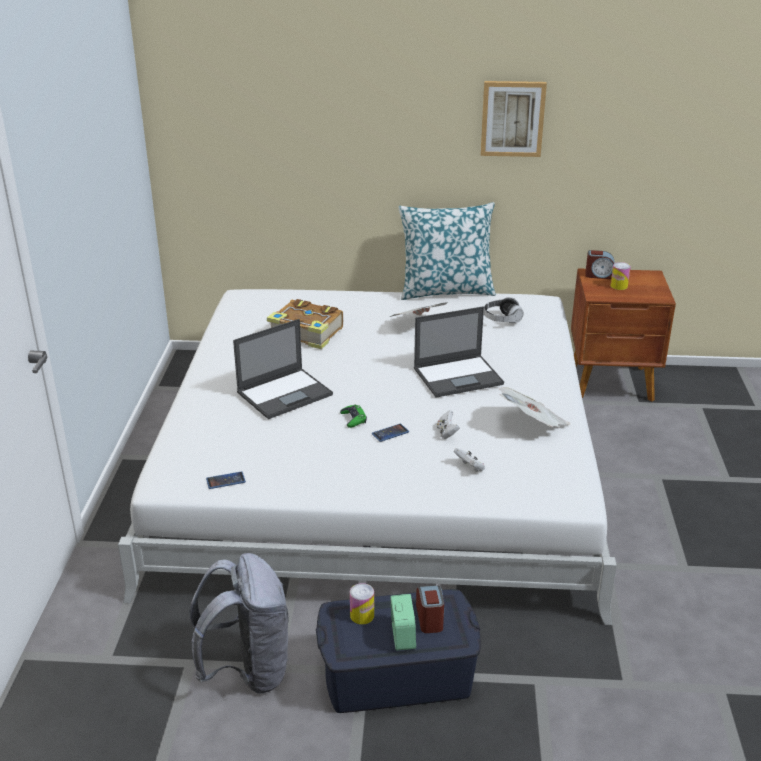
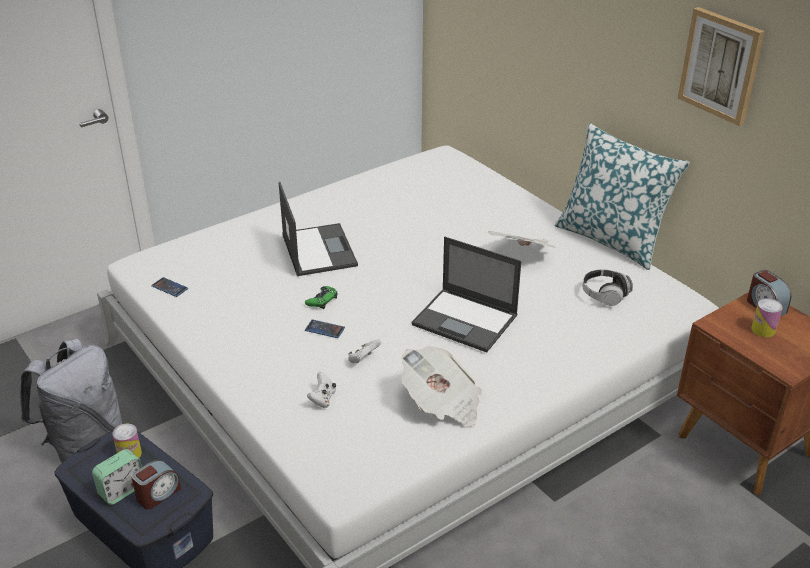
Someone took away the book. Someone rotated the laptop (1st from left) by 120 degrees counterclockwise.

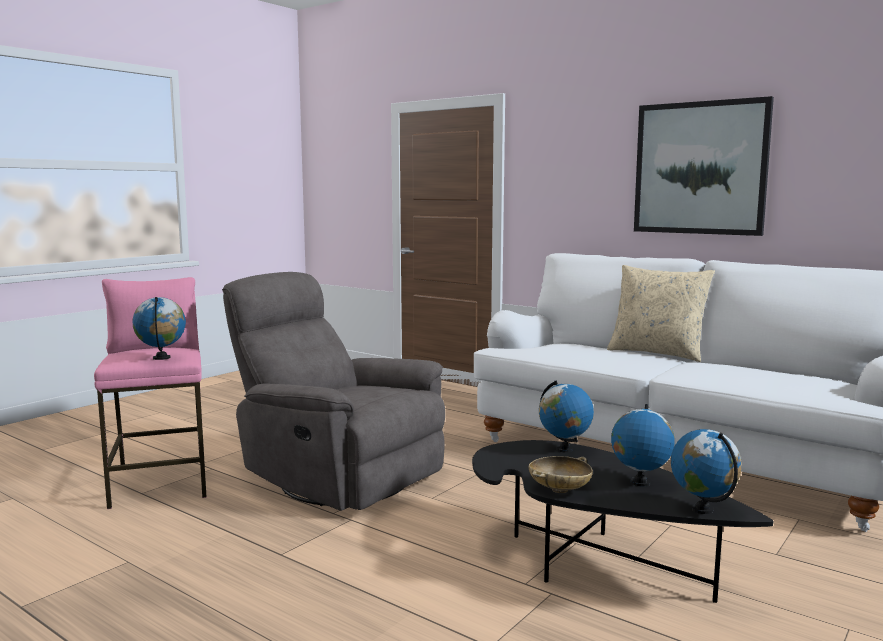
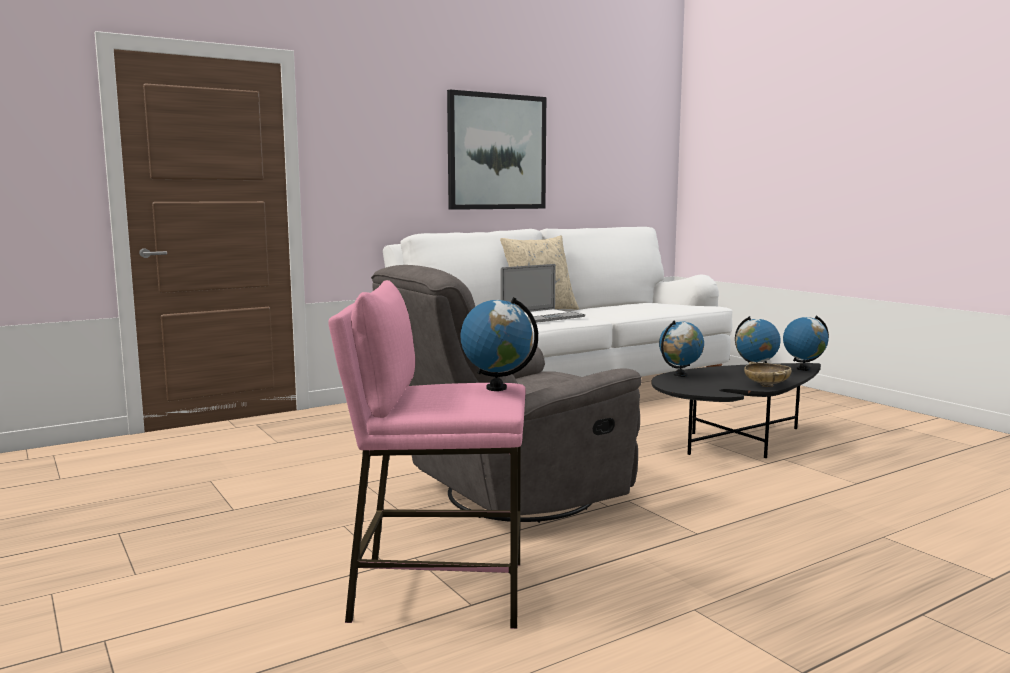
Someone put down the laptop.

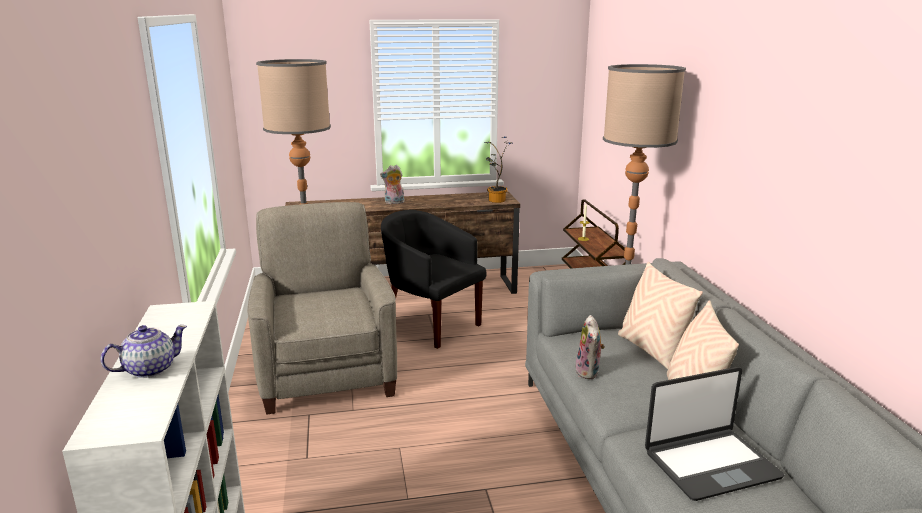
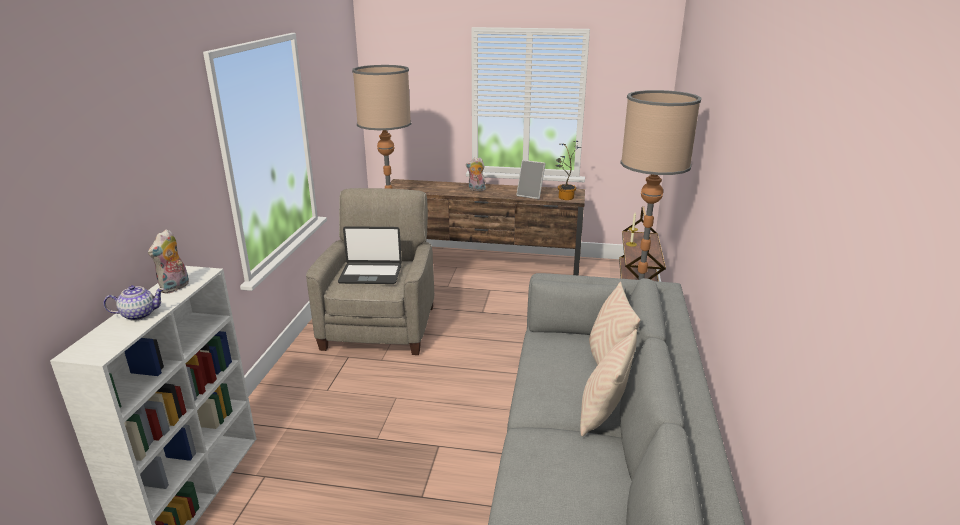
Someone took away the black armchair. Someone carried the plush toy (2nd from left in the first image). Someone carried the laptop. Someone put down the picture frame.

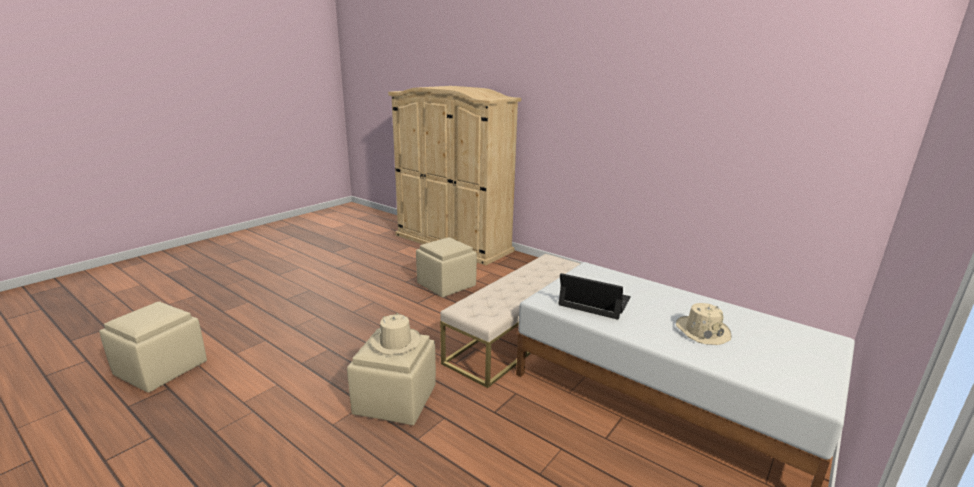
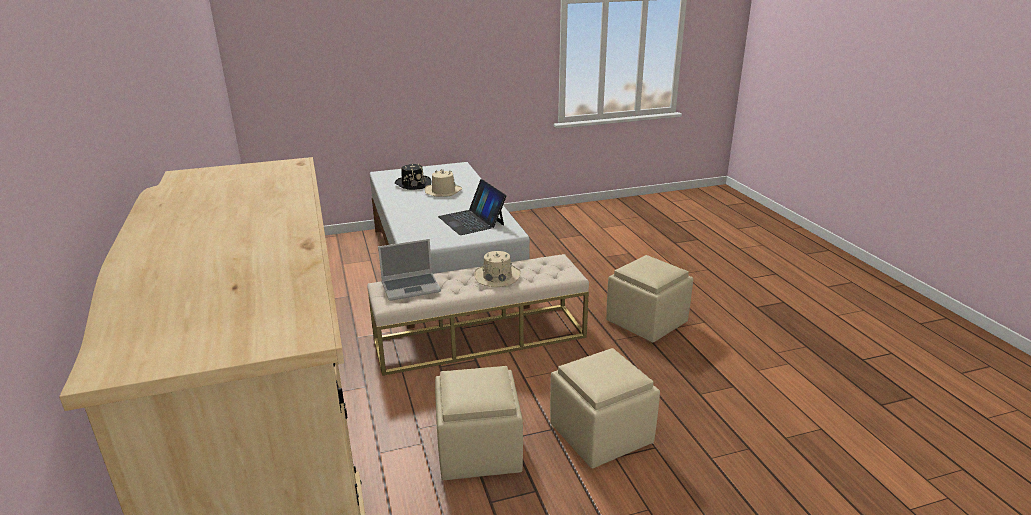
Someone carried the beige ottoman (1st from left in the first image). Someone carried the beige hat (1st from left in the first image). Someone put down the black hat. Someone put down the laptop (1st from left).

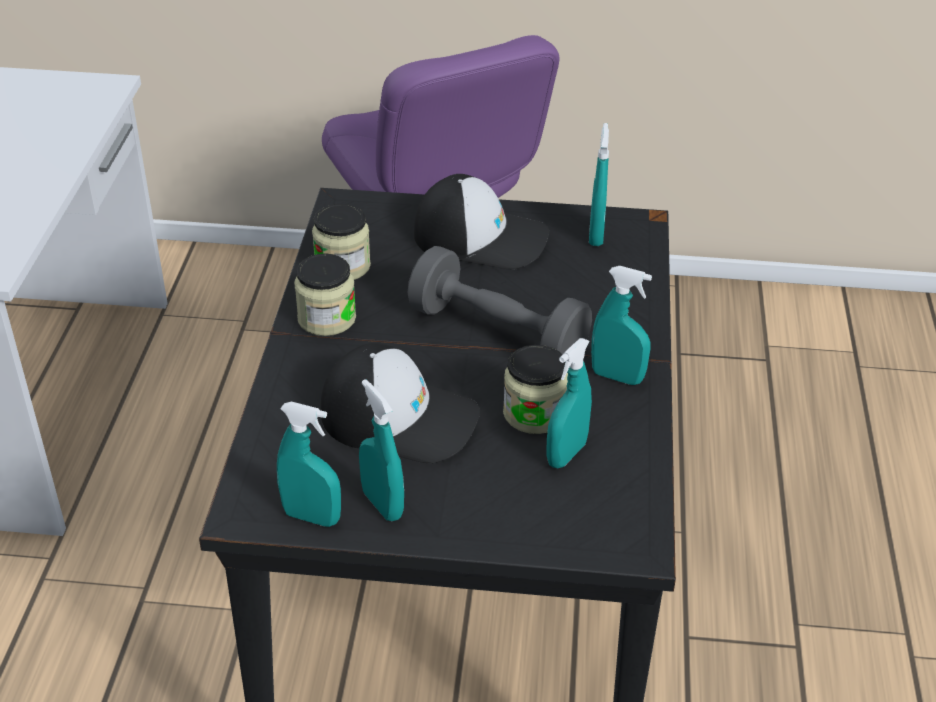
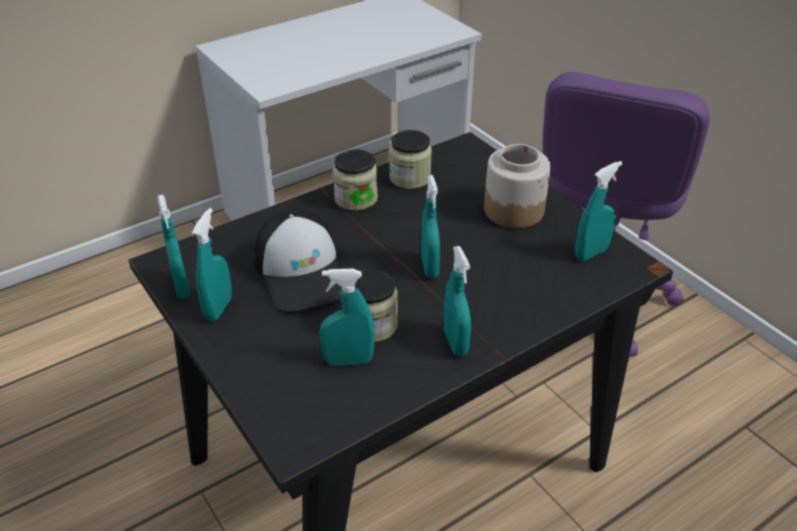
Someone swapped the cap (2nd from left) for the jar (4th from left). Someone swapped the grey dumbbell for the turquoise spray bottle (4th from left).

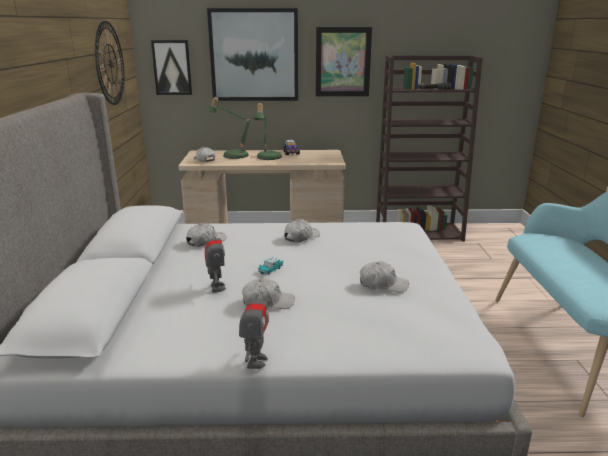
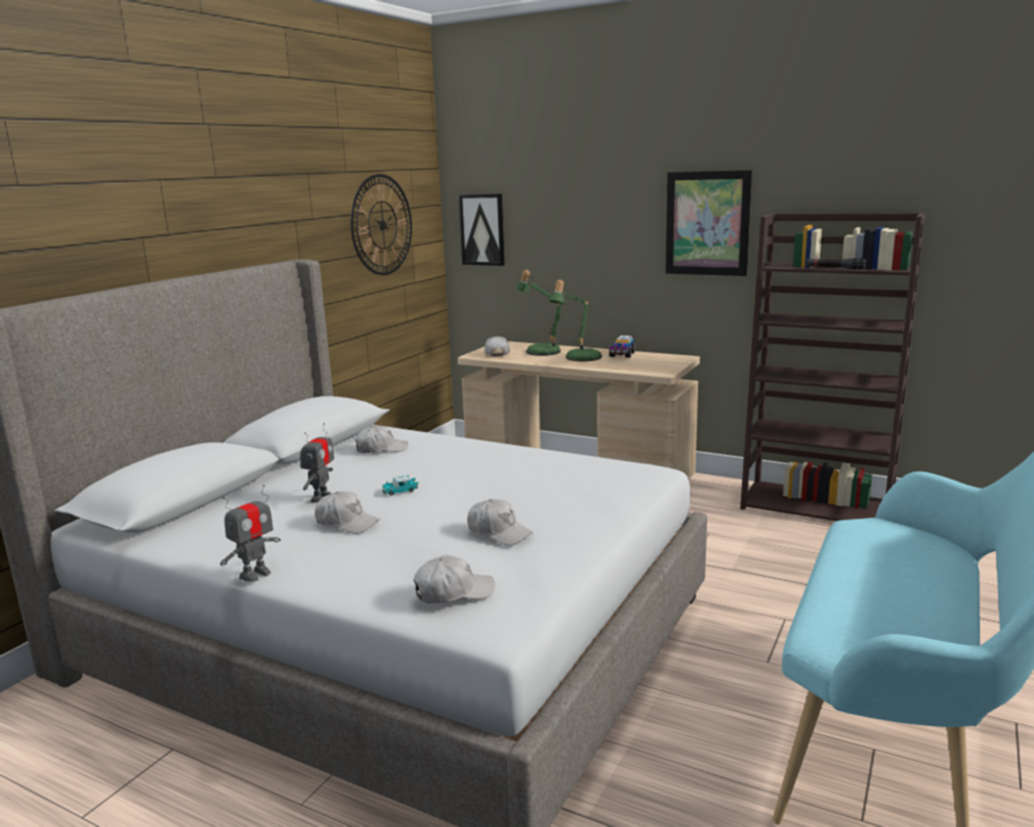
Someone took away the picture (2nd from left). Someone carried the white cap (4th from left in the first image).

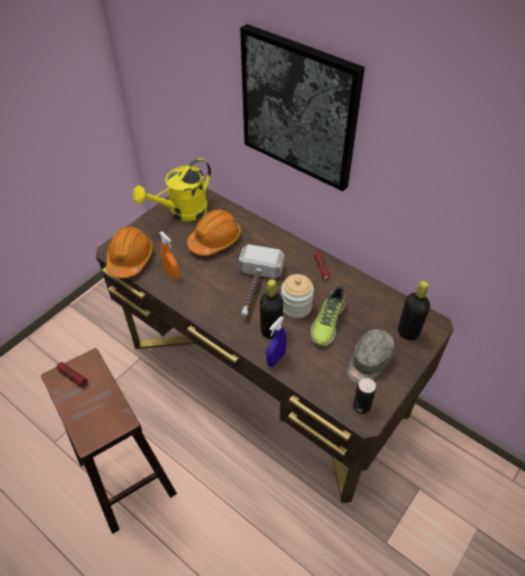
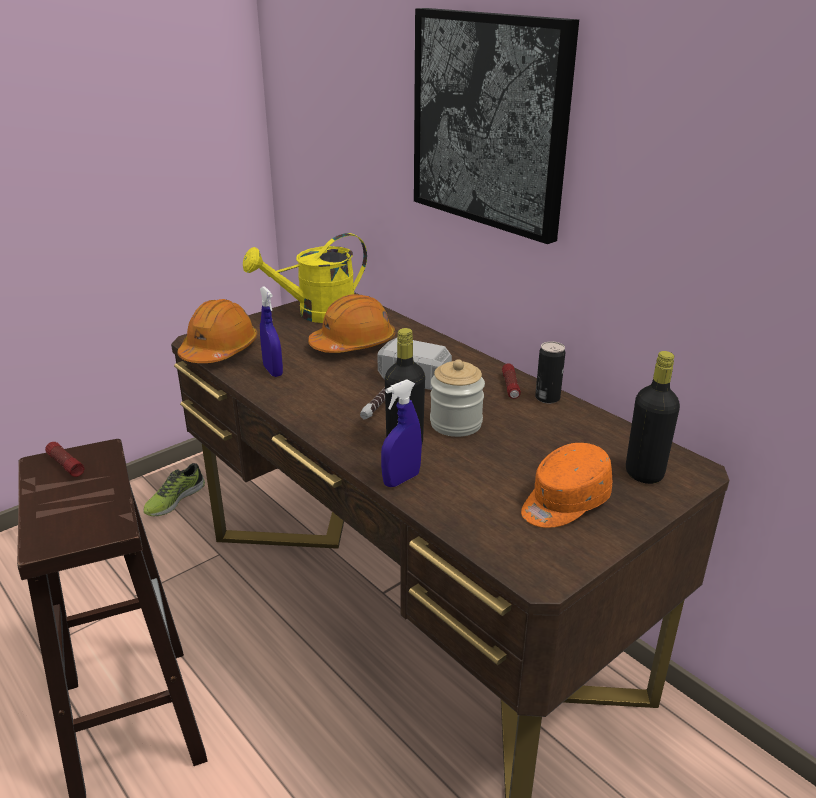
Someone repainted the orange spray bottle, which became the blue spray bottle (1st from left). Someone carried the shoe. Someone repainted the grey cap, which became the orange cap. Someone carried the can.

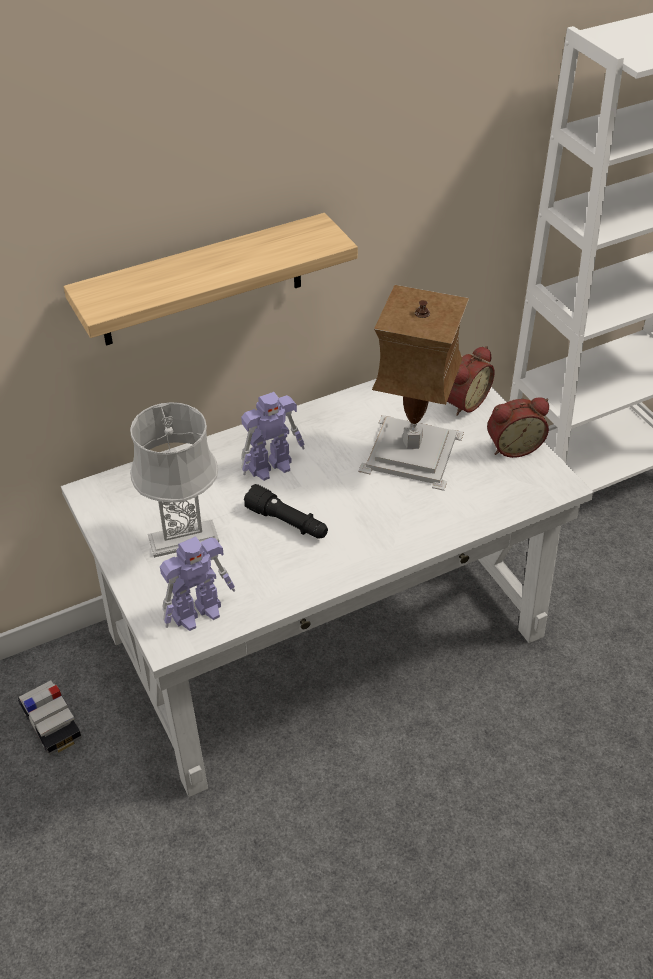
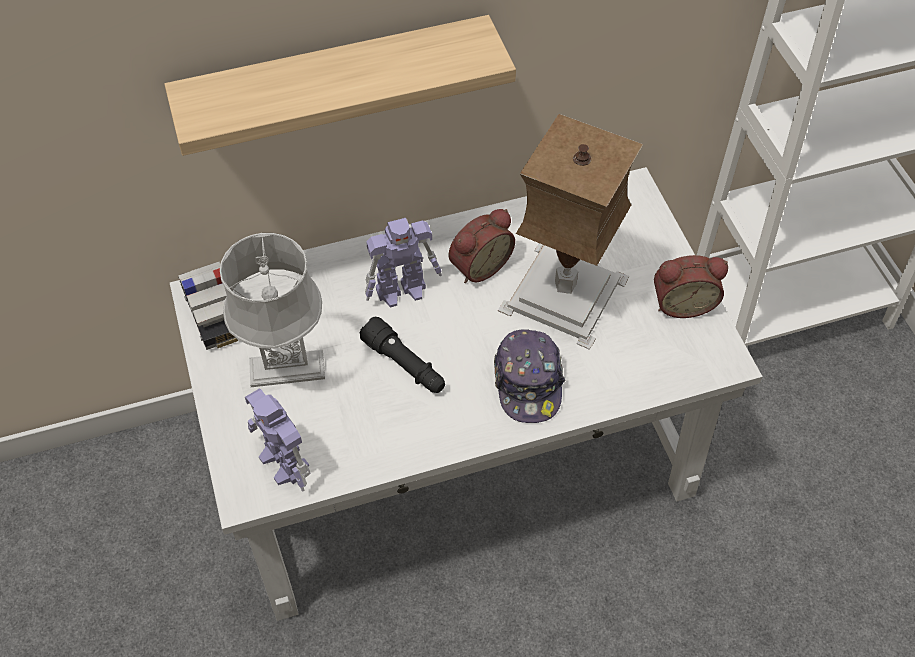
Someone carried the alarm clock (1st from left). Someone rotated the toy robot (1st from left) by 75 degrees clockwise. Someone carried the toy car. Someone put down the cap.

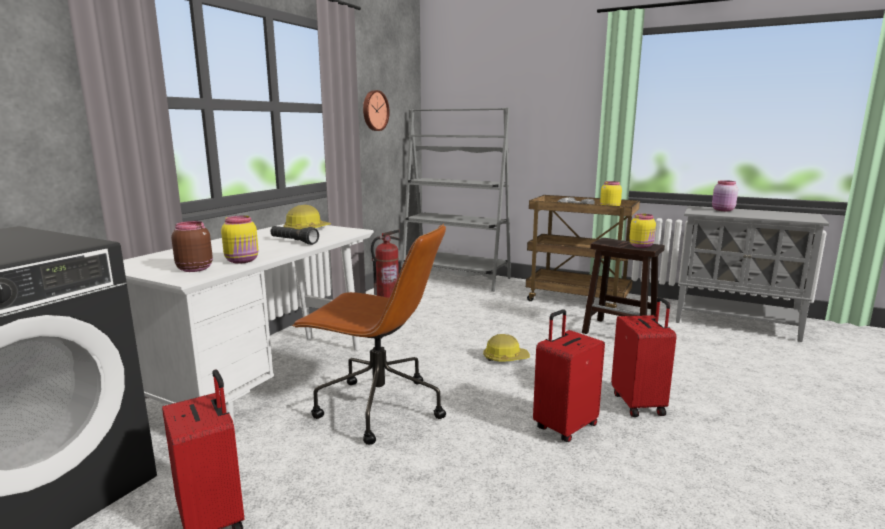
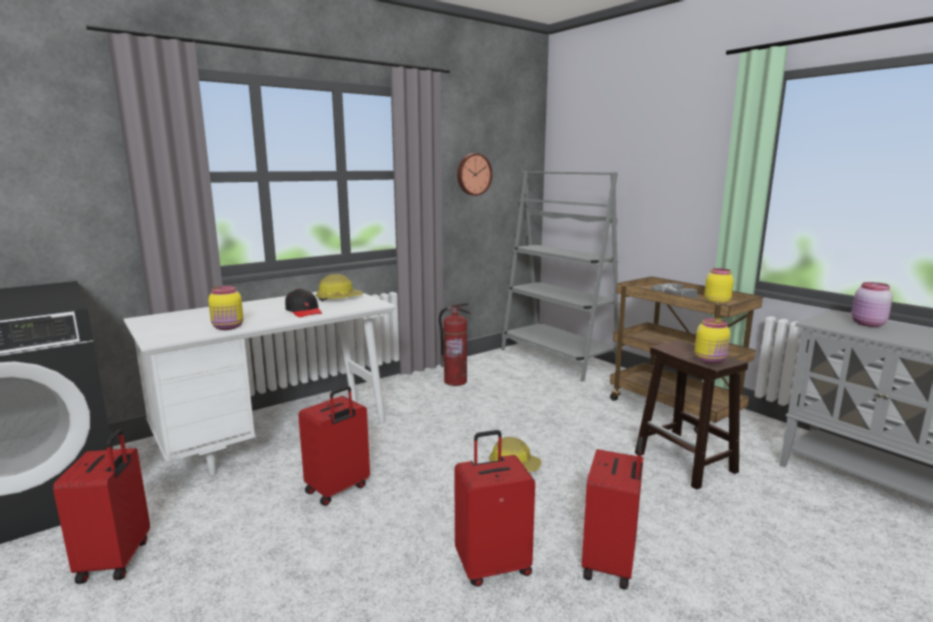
Someone took away the brown jar. Someone swapped the brown office chair for the red suitcase (2nd from left). Someone swapped the black flashlight for the black cap.

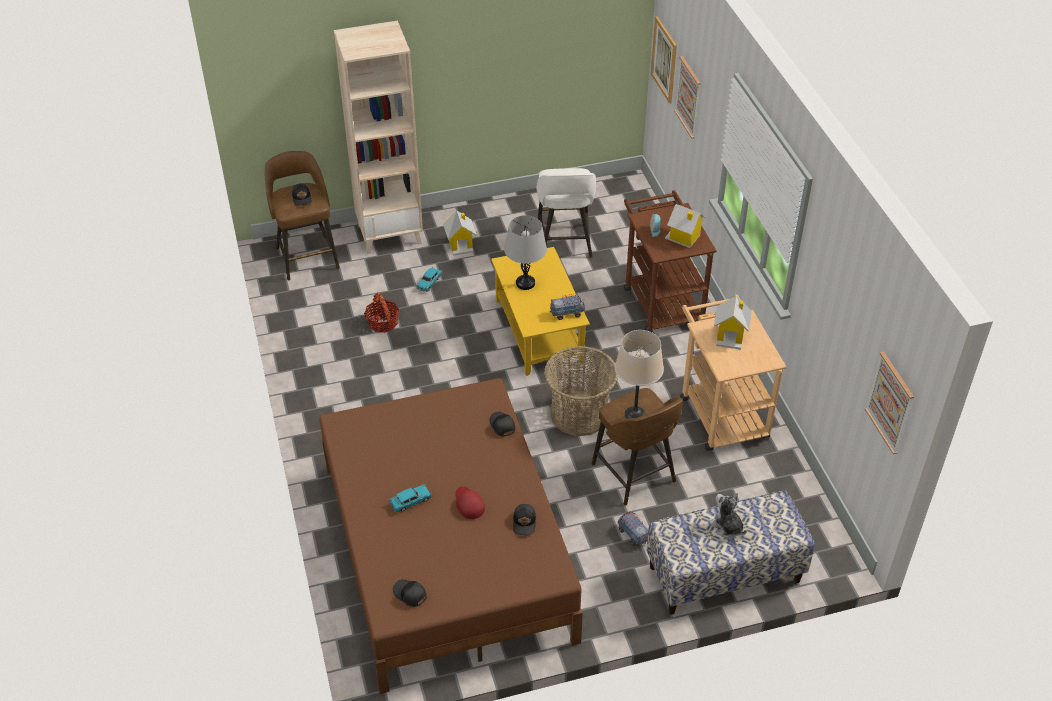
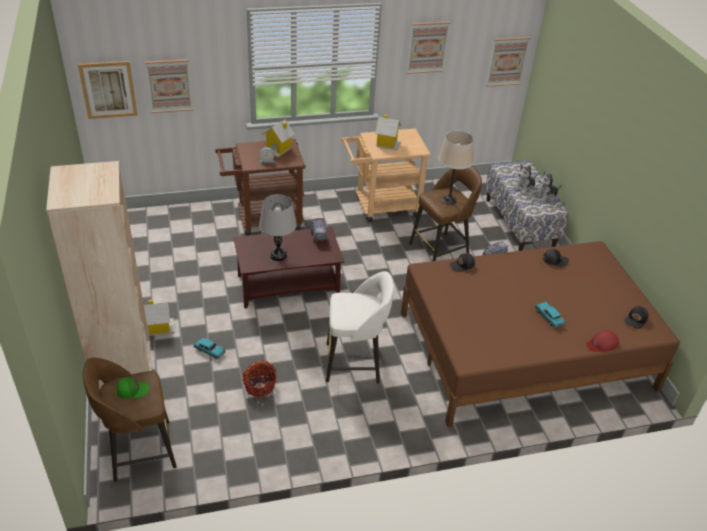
Someone carried the white stool. Someone repainted the black cap (1st from left), which became the green cap. Someone repainted the yellow coffee table, which became the brown coffee table. Someone took away the basket (2nd from left). Someone carried the red cap. Someone put up the picture (3rd from left). Someone put down the plush toy (2nd from left).

